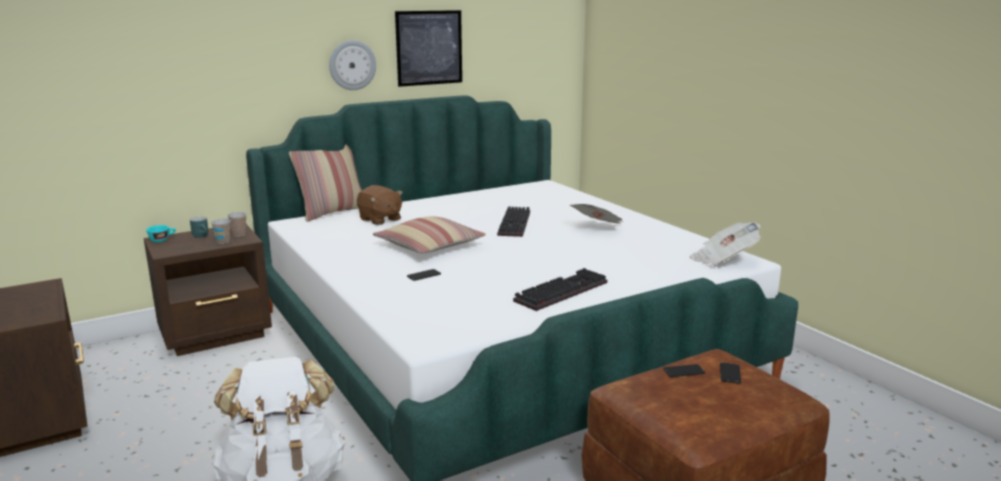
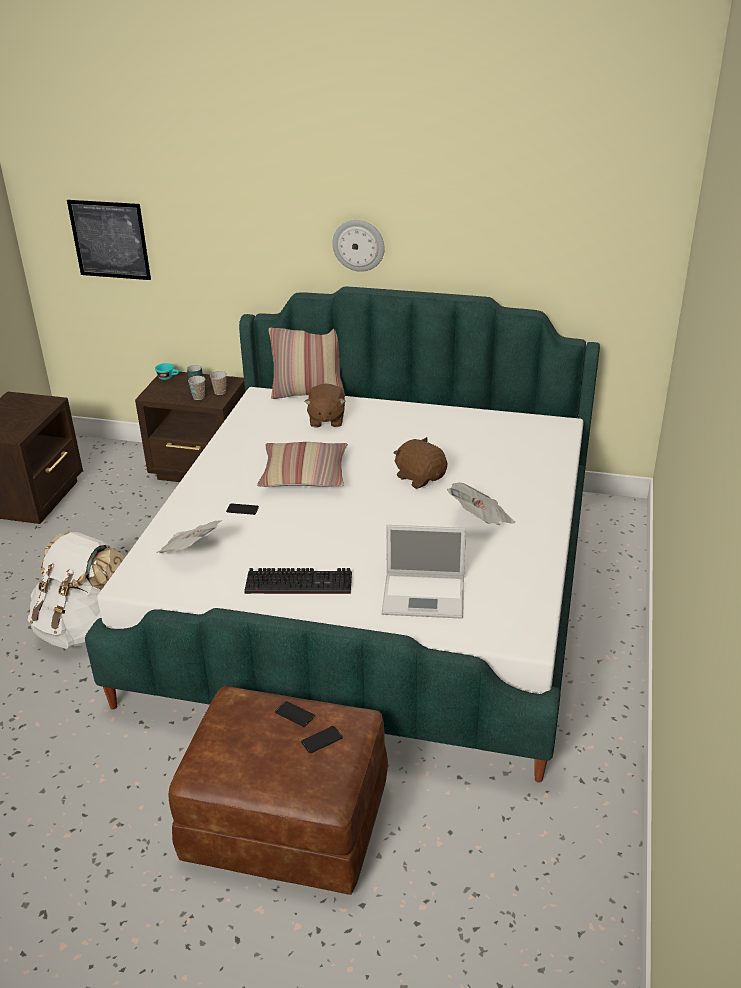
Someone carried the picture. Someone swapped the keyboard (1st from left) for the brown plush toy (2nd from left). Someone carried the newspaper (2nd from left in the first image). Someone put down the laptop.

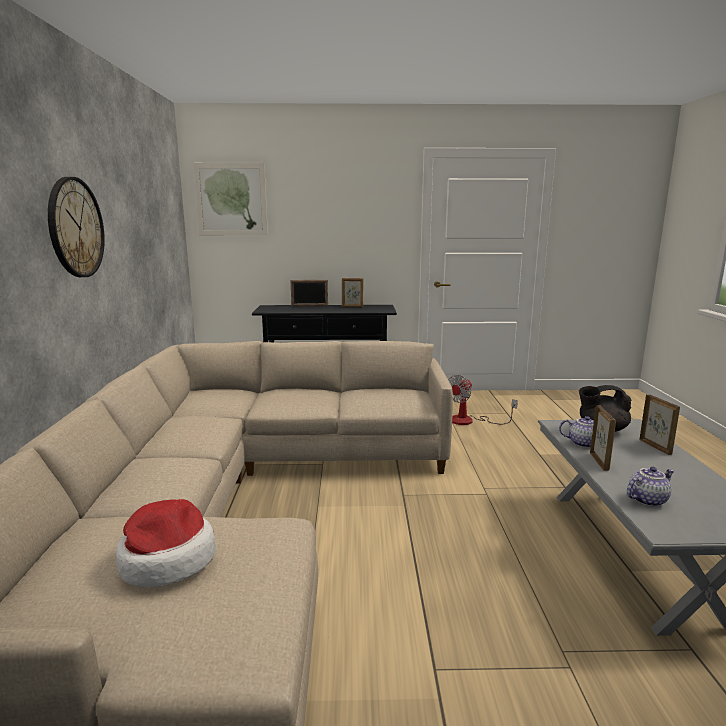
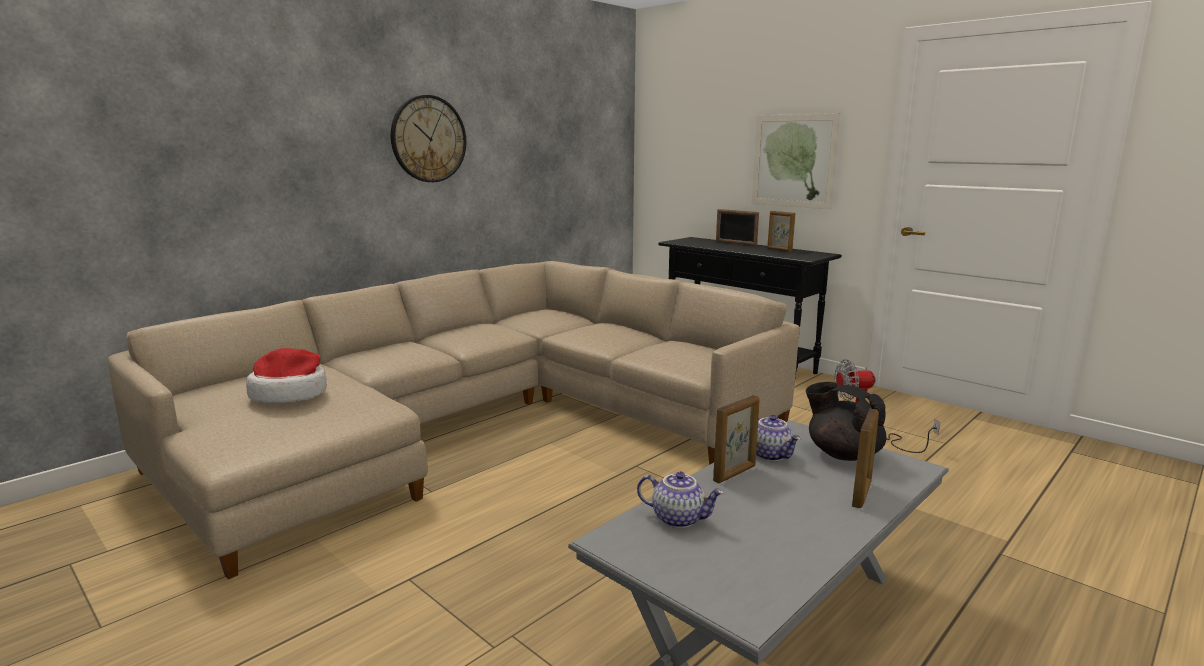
Someone carried the picture.

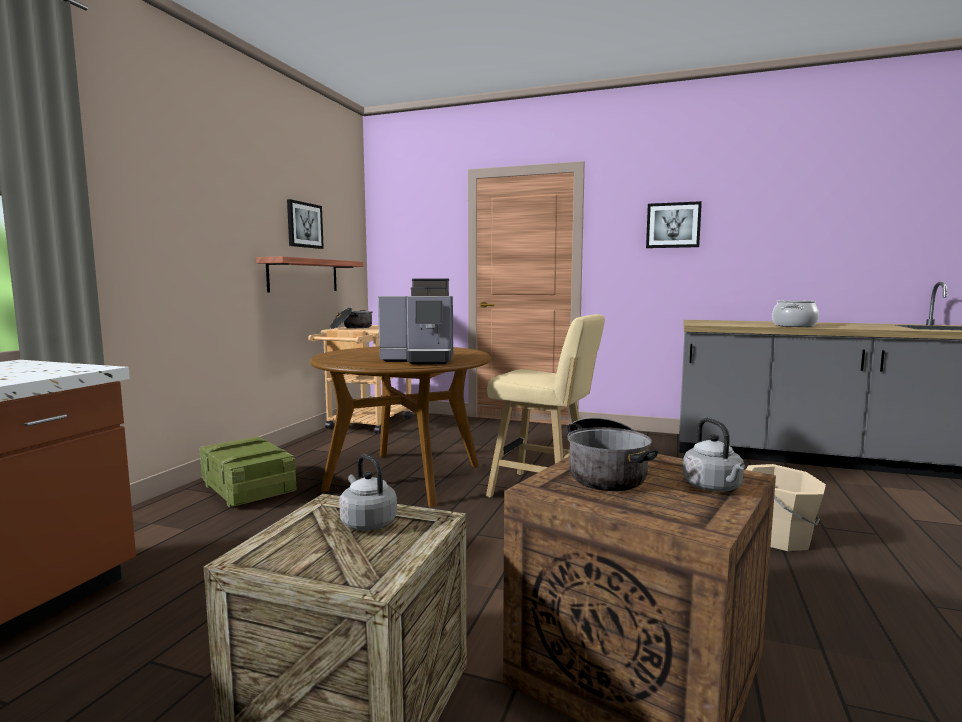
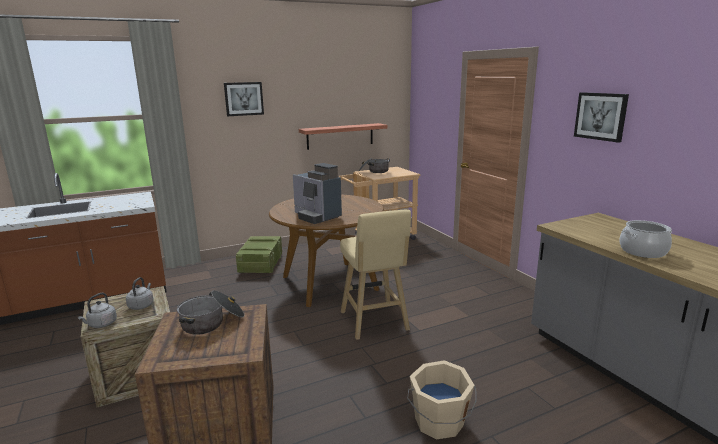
Someone carried the picture (1st from left). Someone carried the grey kettle (2nd from left in the first image).

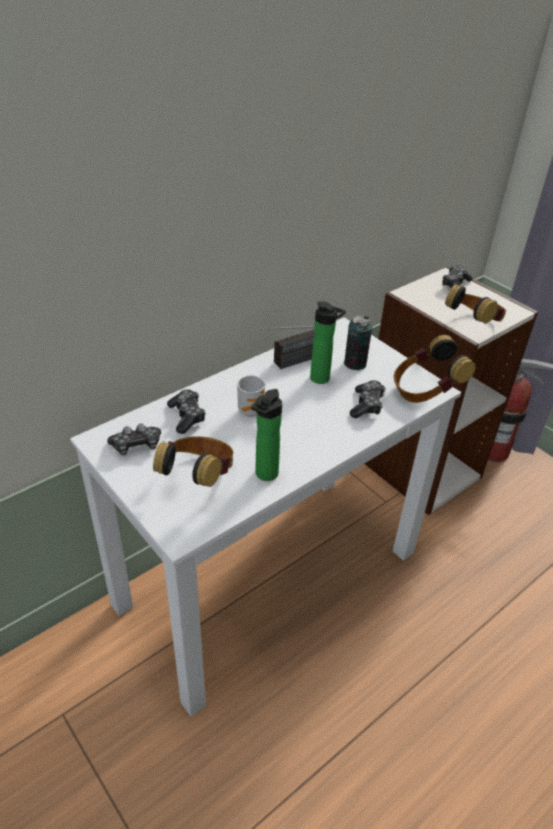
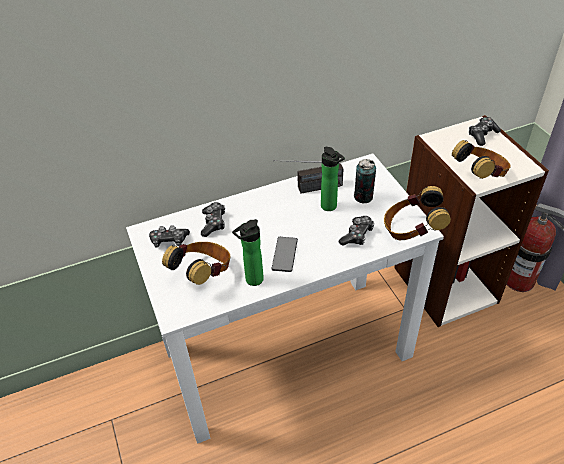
Someone took away the mug. Someone put down the phone.

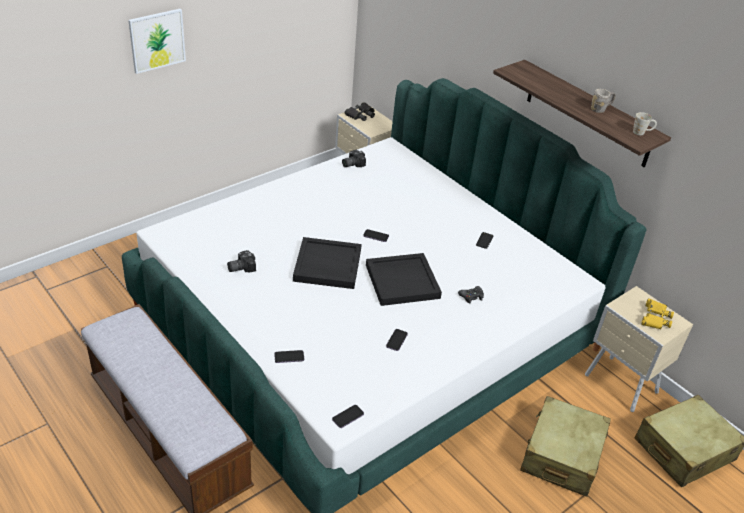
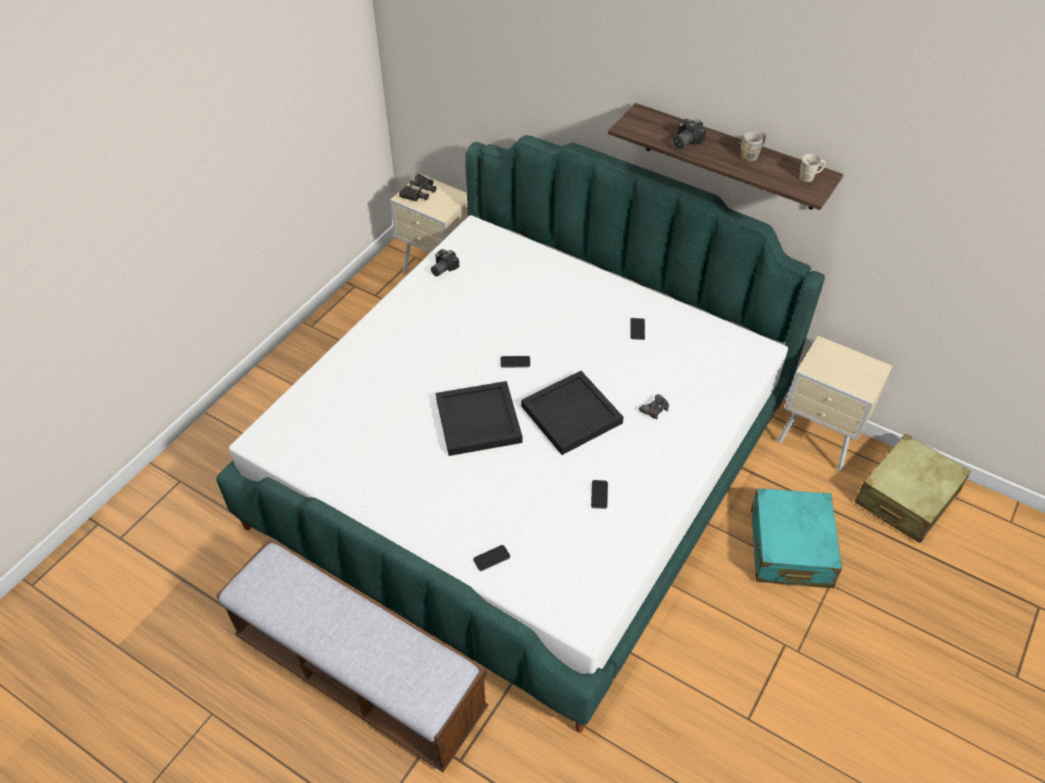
Someone took away the picture. Someone carried the photo camera (1st from left in the first image). Someone took away the yellow binoculars. Someone repainted the beige suitcase (1st from left), which became the turquoise suitcase. Someone took away the phone (2nd from left).

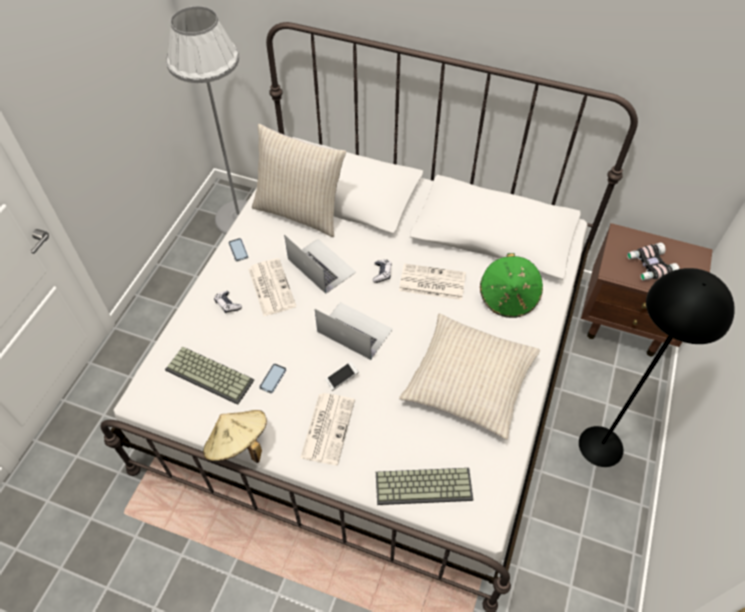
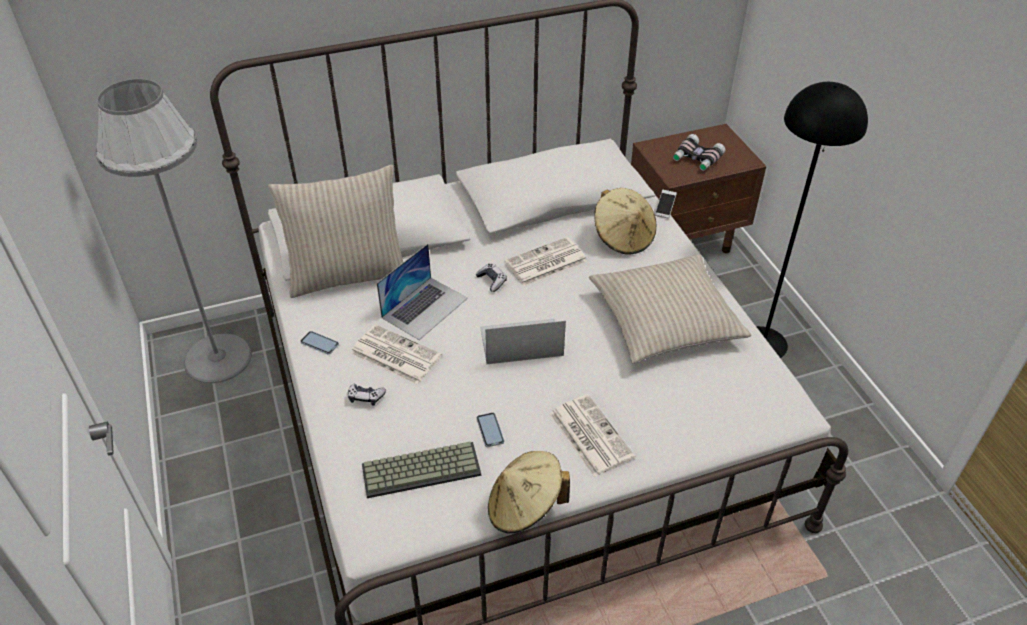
Someone rotated the laptop (1st from left) by 120 degrees clockwise. Someone repainted the green hat, which became the beige hat (2nd from left). Someone carried the phone (3rd from left). Someone took away the keyboard (2nd from left).

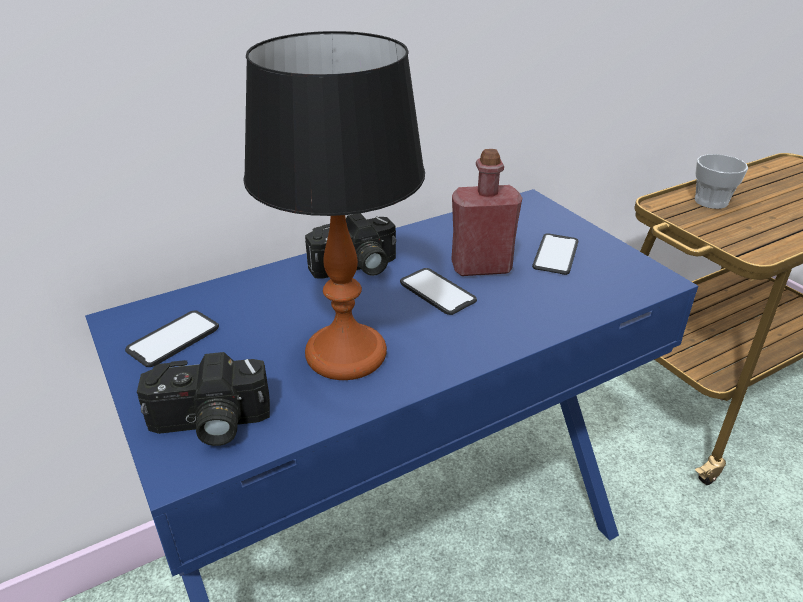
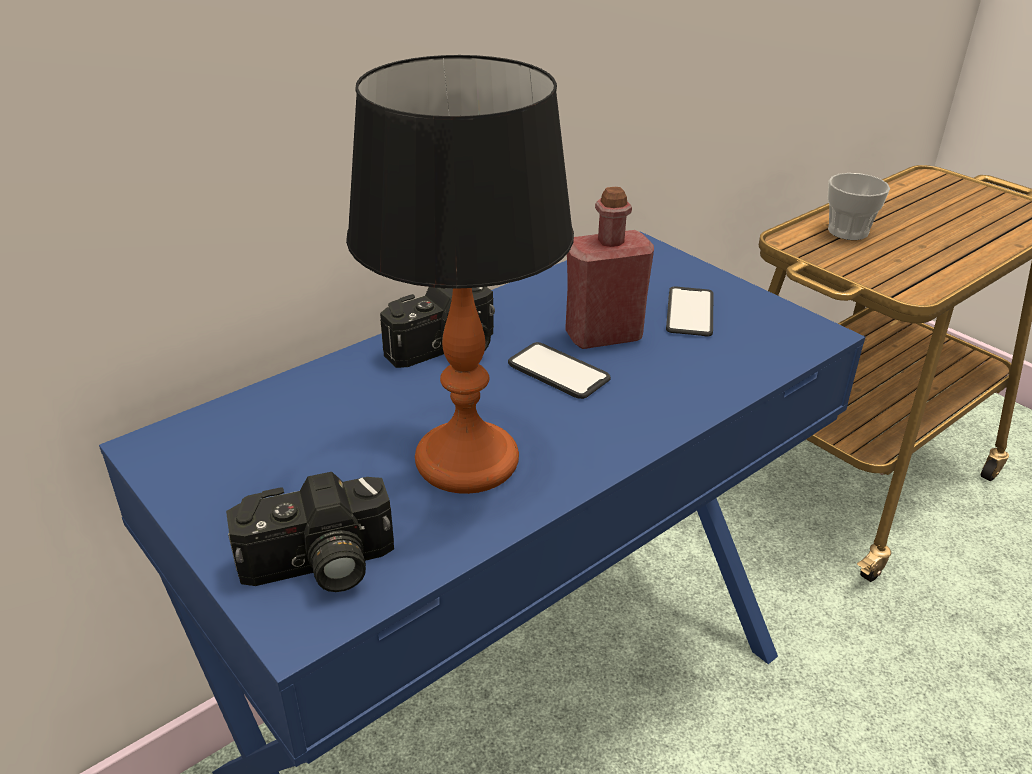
Someone took away the phone (1st from left).

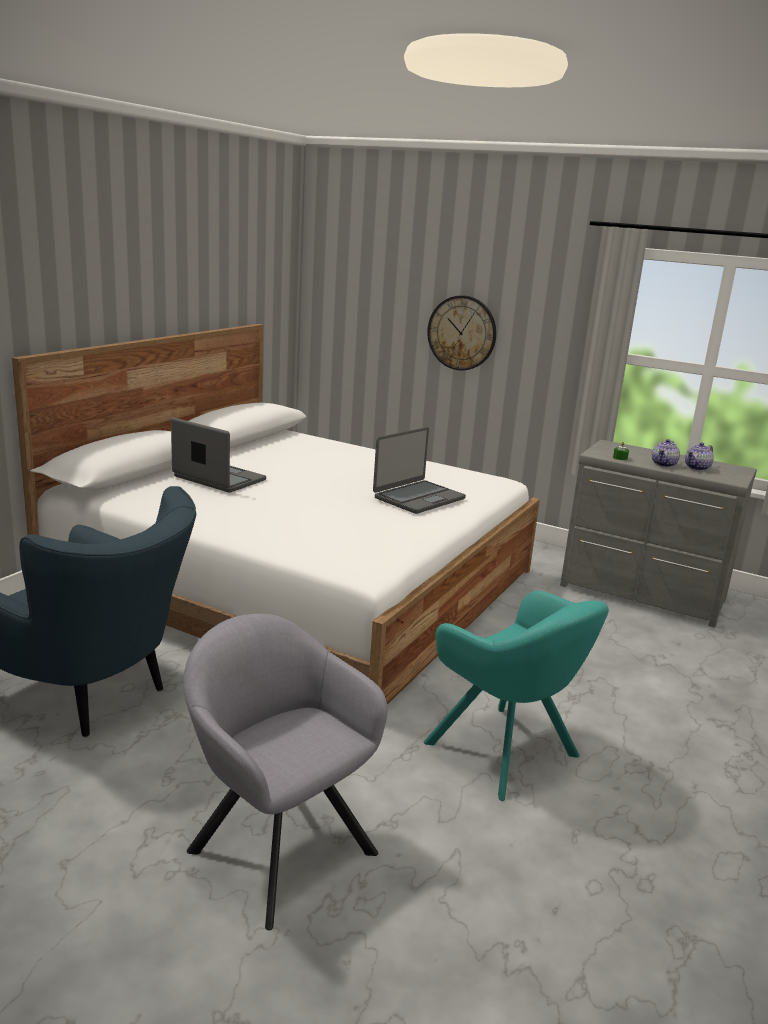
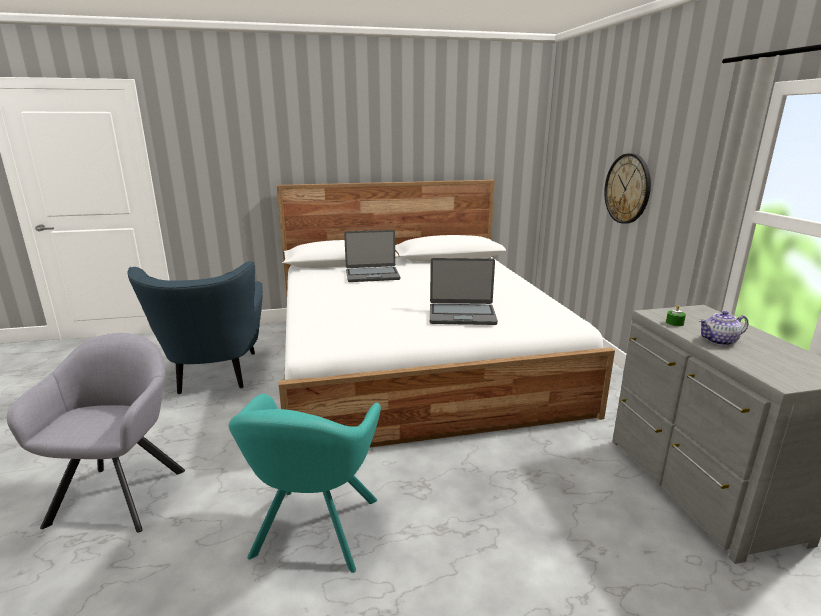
Someone rotated the laptop (1st from left) by 90 degrees clockwise. Someone took away the teapot (2nd from left).

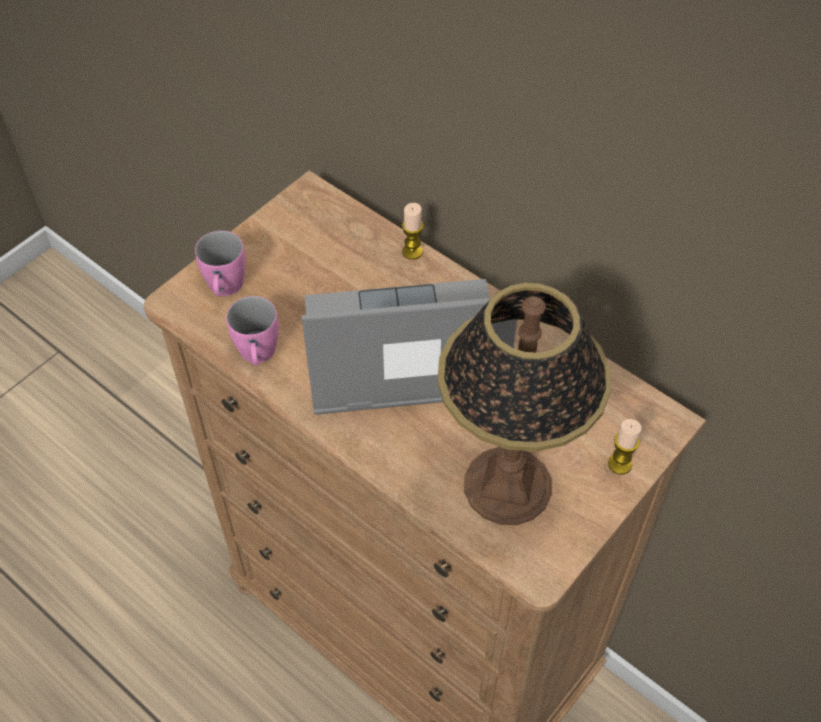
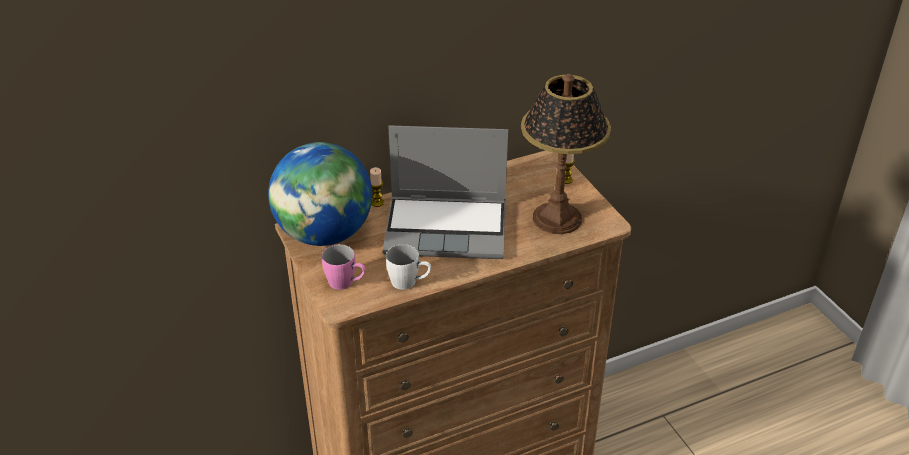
Someone rotated the laptop by 105 degrees counterclockwise. Someone repainted the pink mug (2nd from left), which became the white mug. Someone put down the globe.

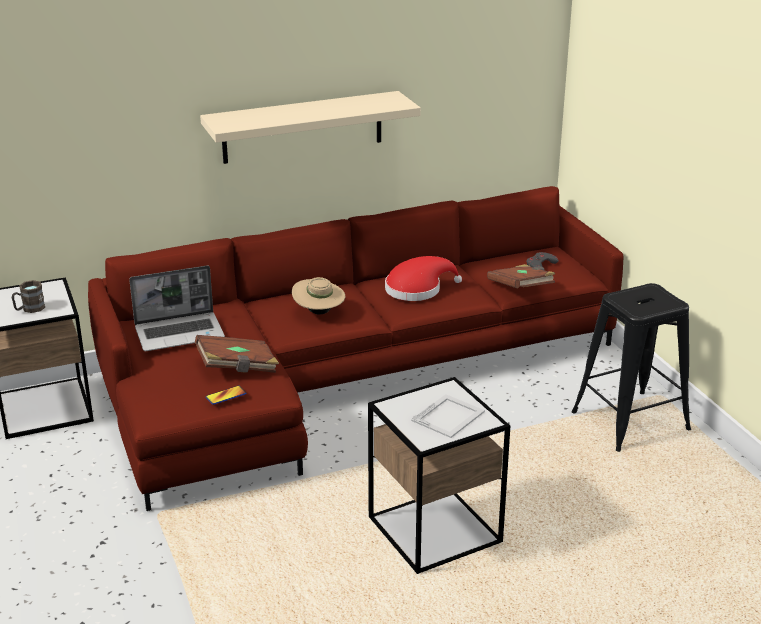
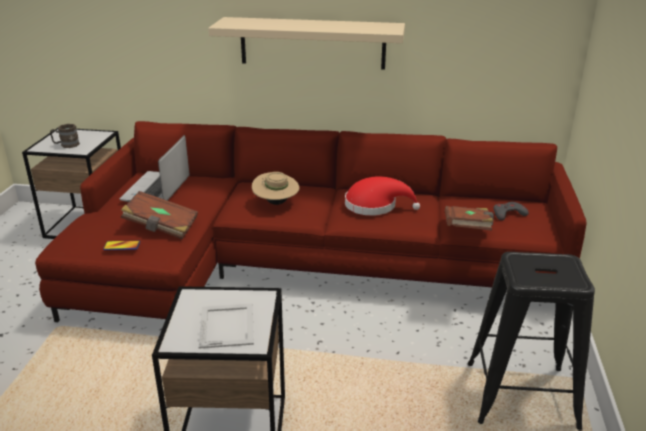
Someone rotated the laptop by 90 degrees clockwise. Someone rotated the picture frame by 75 degrees counterclockwise.

